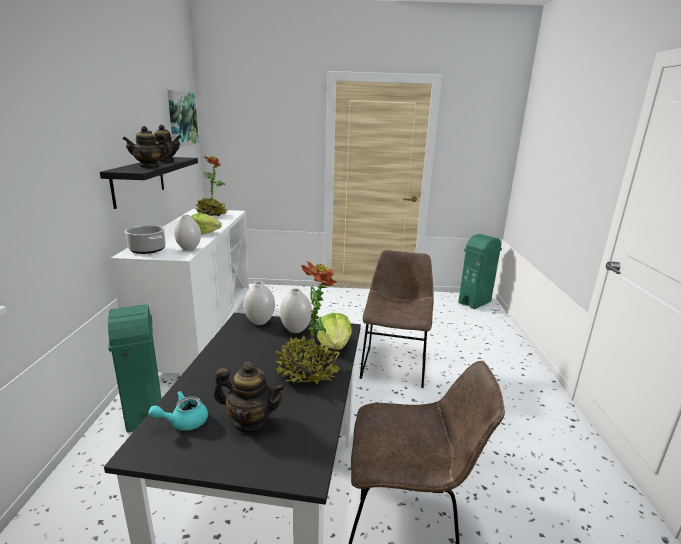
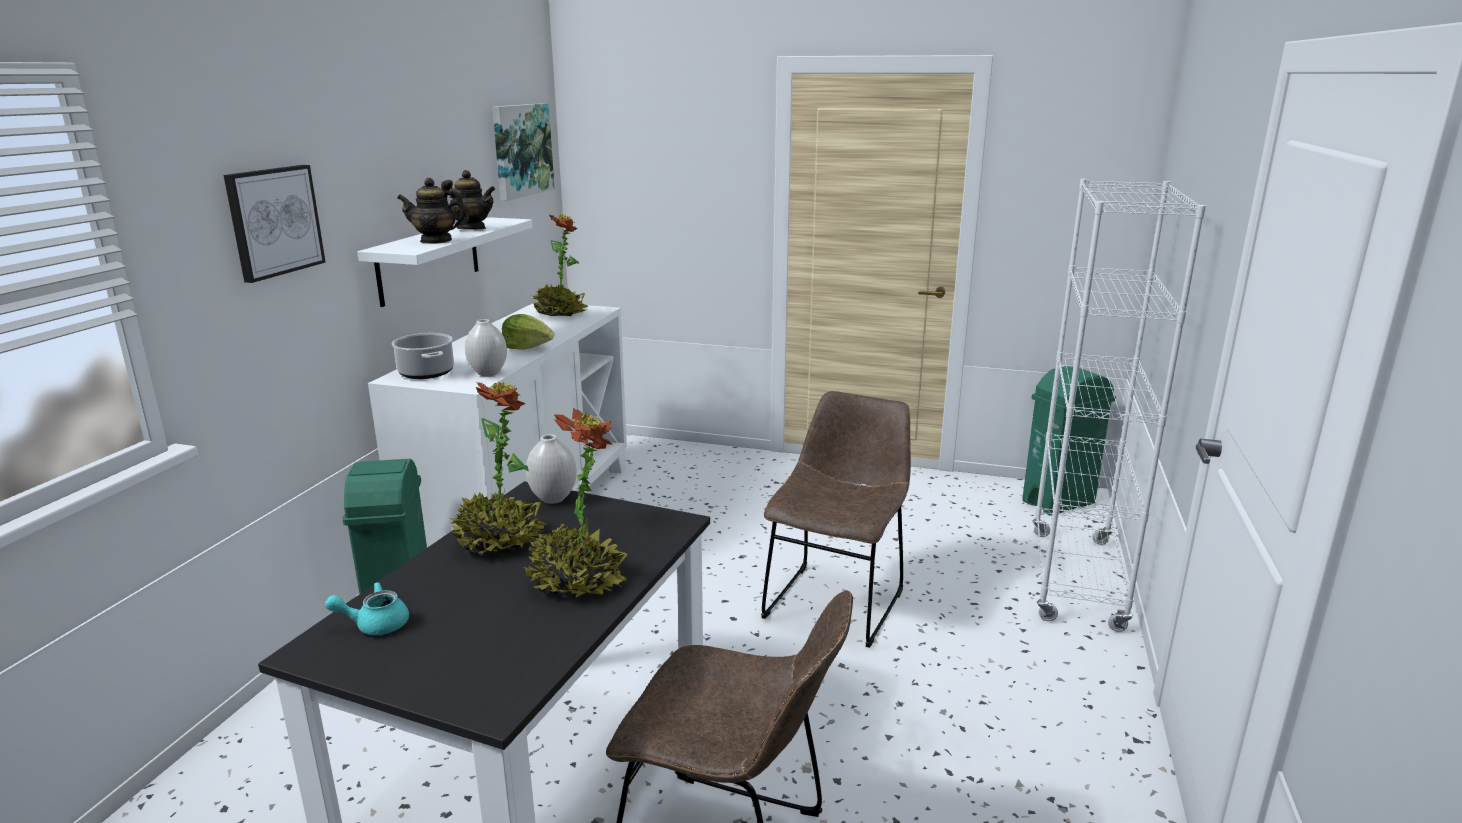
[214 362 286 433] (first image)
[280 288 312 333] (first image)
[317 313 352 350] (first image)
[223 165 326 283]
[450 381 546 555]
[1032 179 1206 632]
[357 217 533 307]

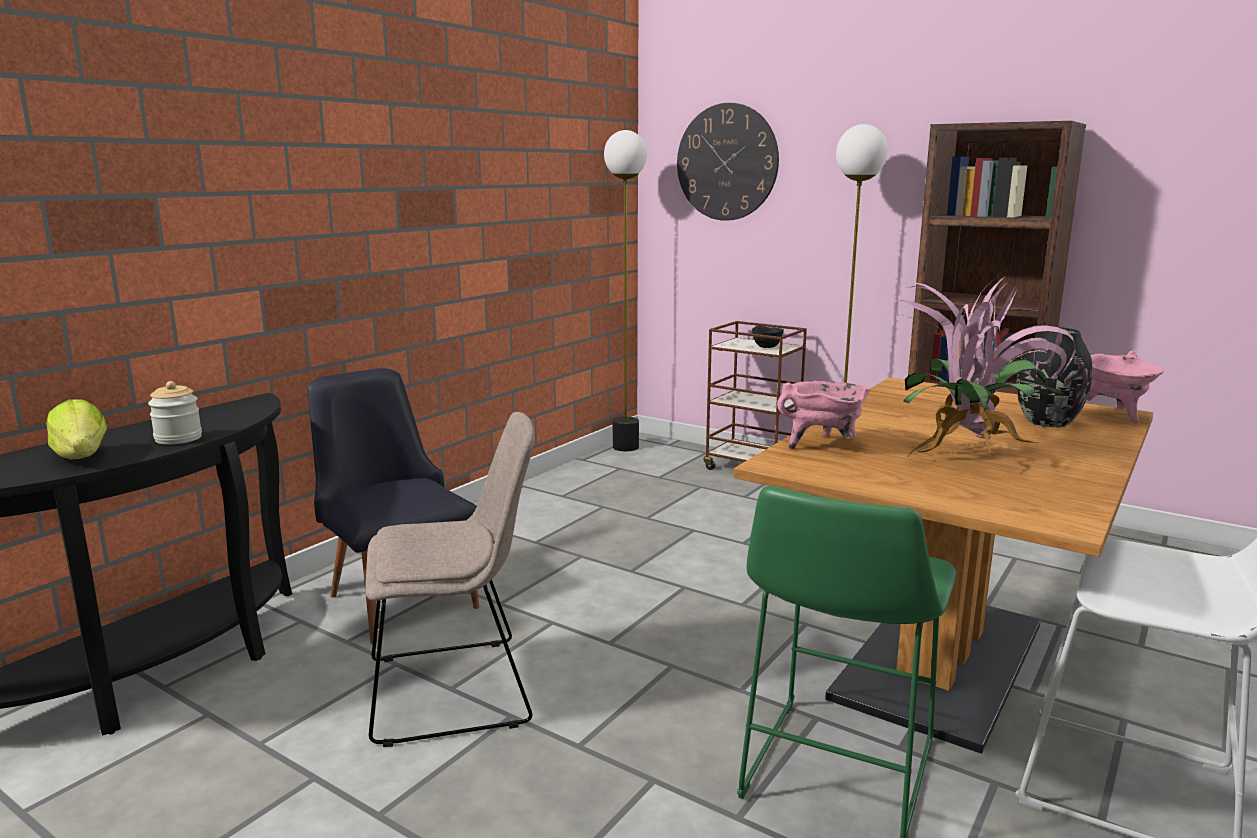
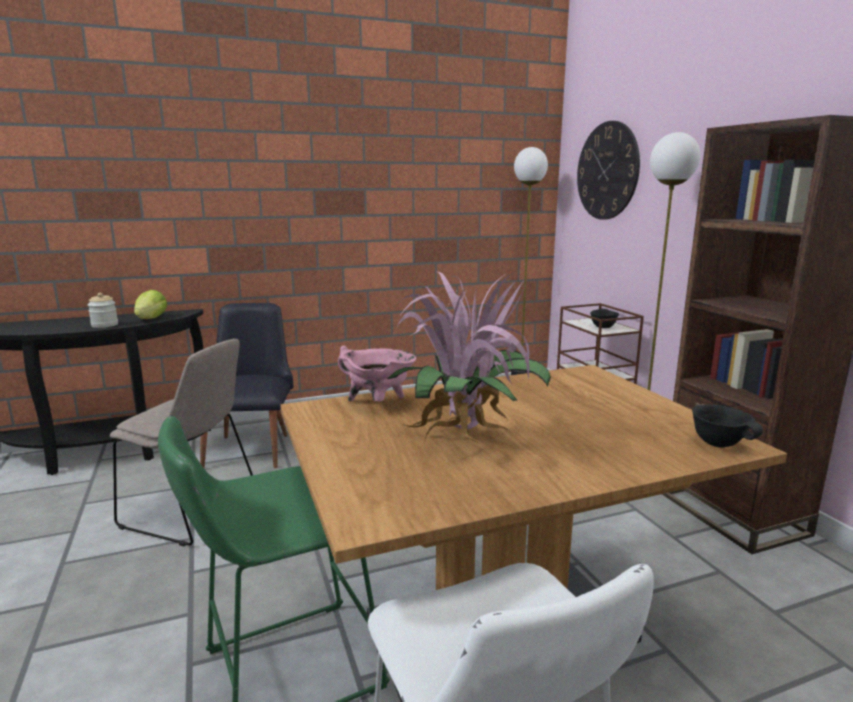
[1017 327 1092 427] (first image)
[134 290 168 319]
[692 404 763 448]

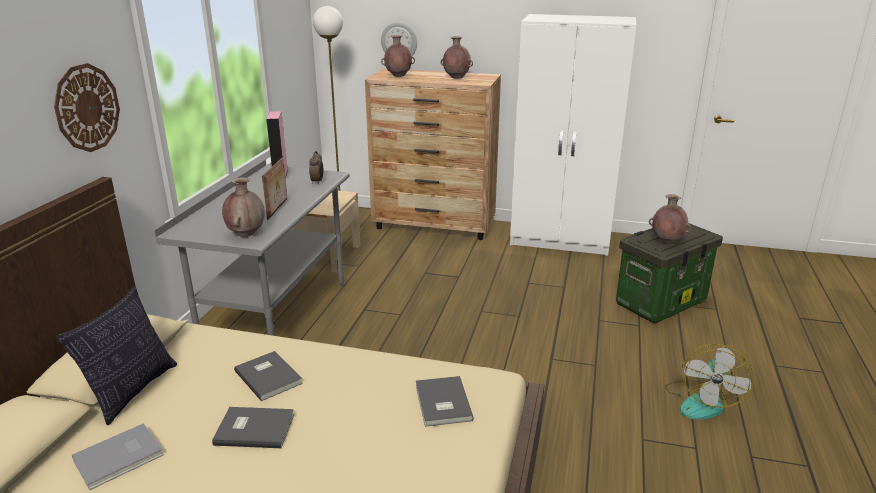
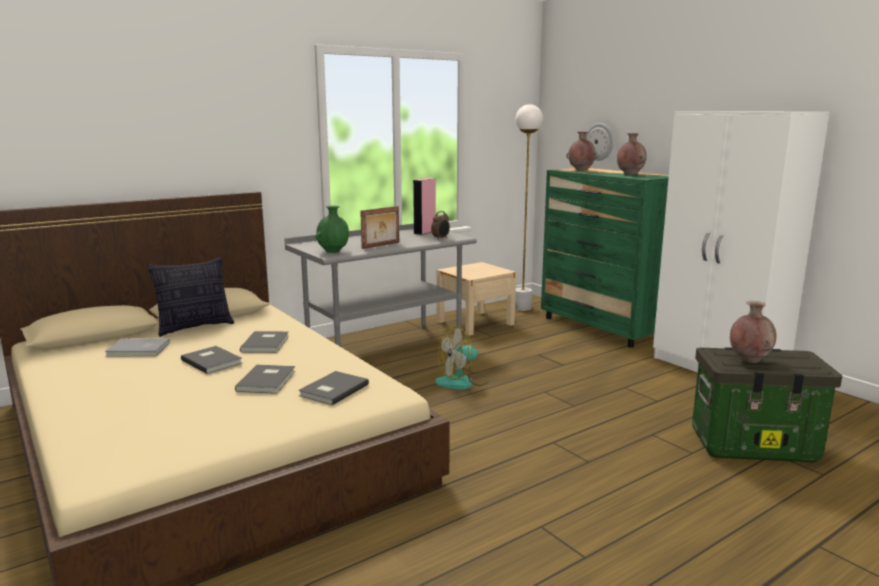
[54 63 120 152] (first image)
[235 365 295 394]
[435 326 489 390]
[316 206 349 253]
[541 168 669 348]

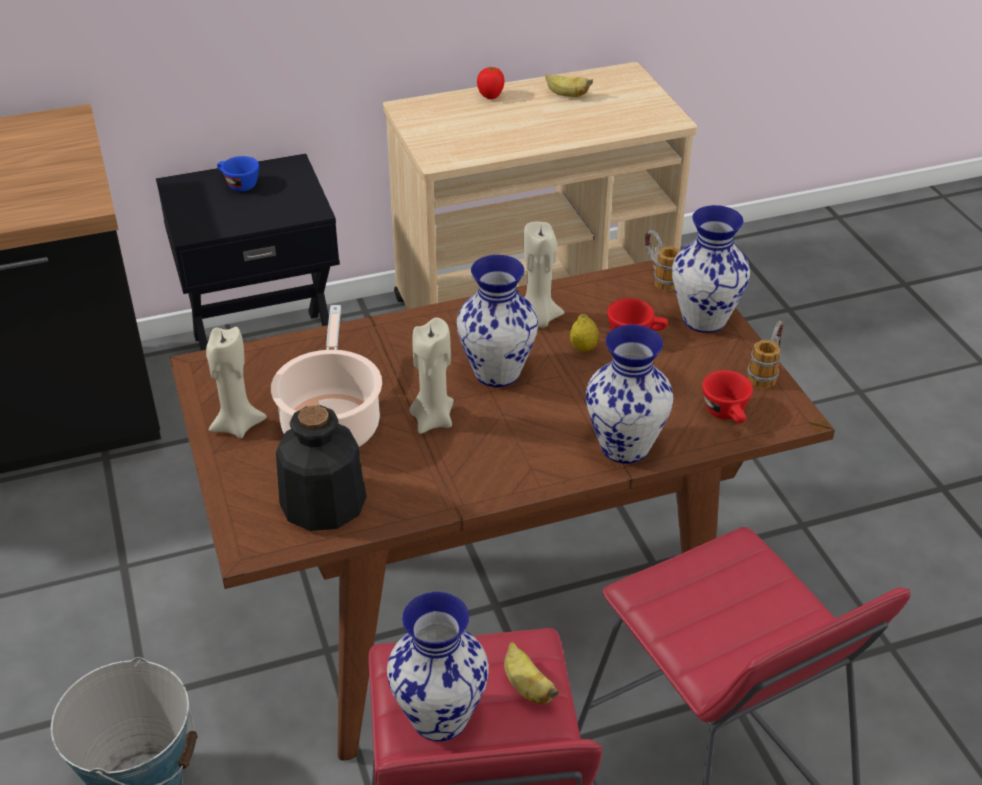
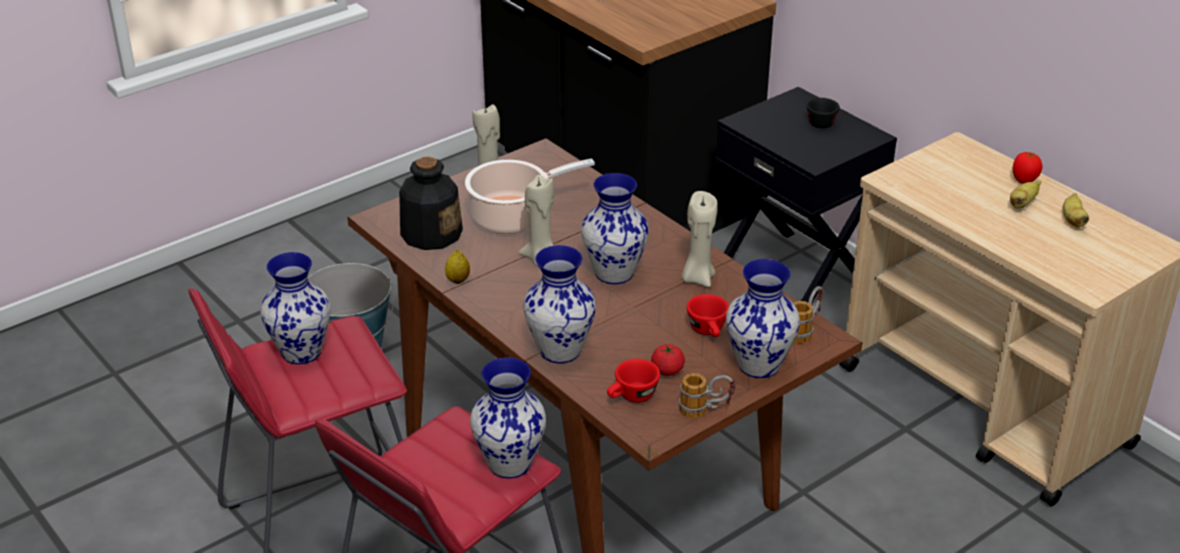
[470 358 546 478]
[651 344 685 376]
[1010 181 1041 209]
[445 250 470 284]
[806 98 840 128]

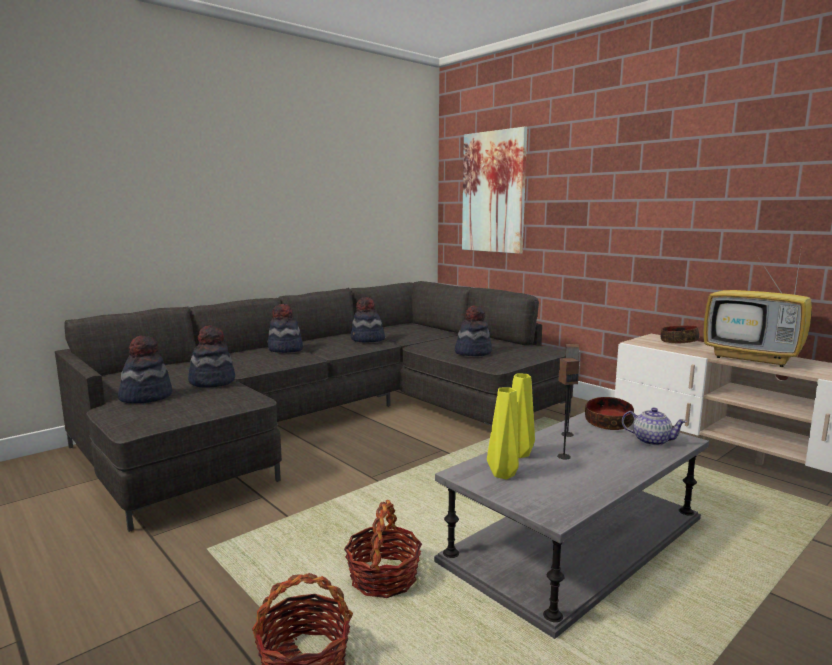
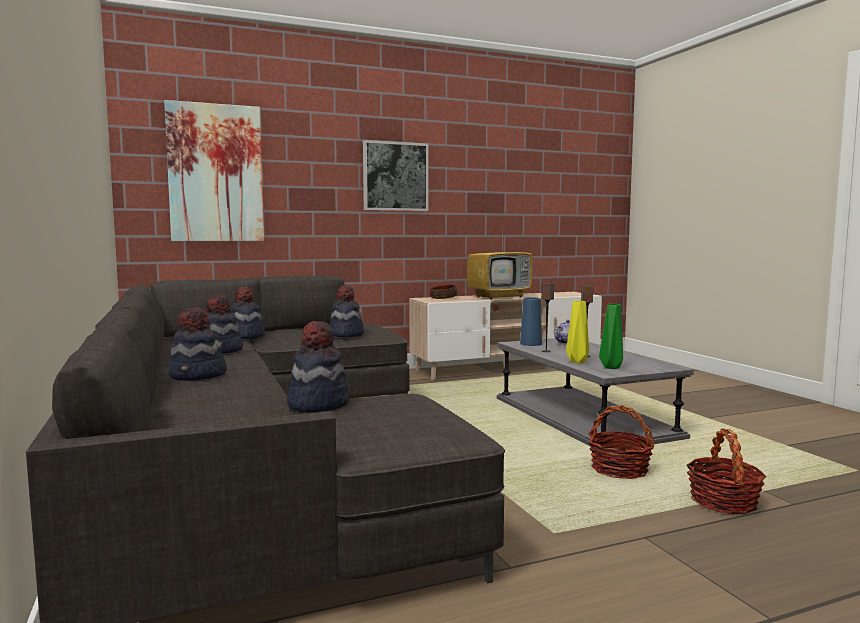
[363 140 429 211]
[231 287 265 339]
[520 297 542 346]
[599 304 623 369]

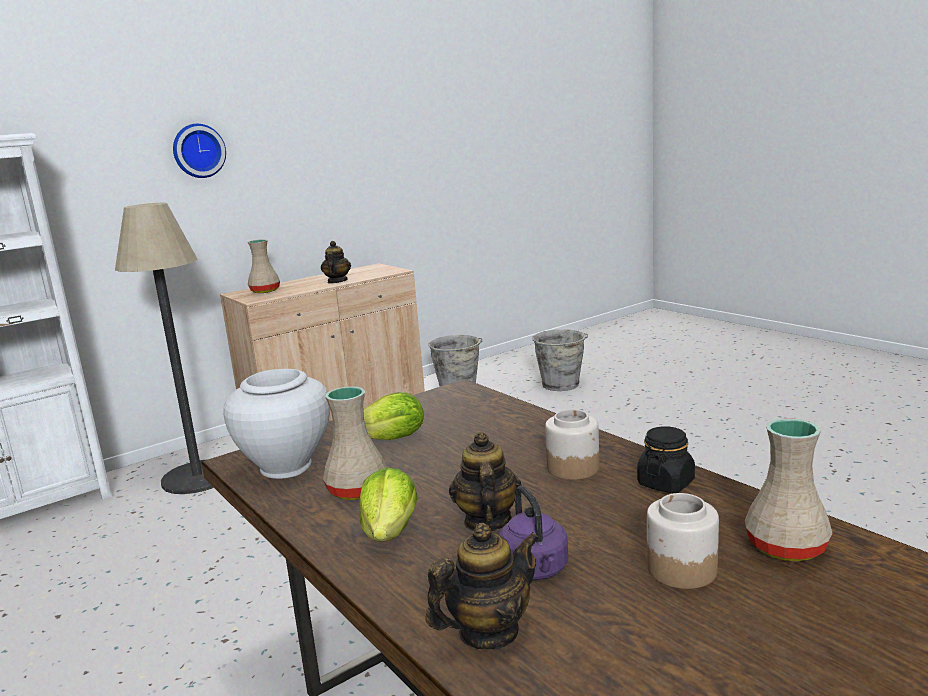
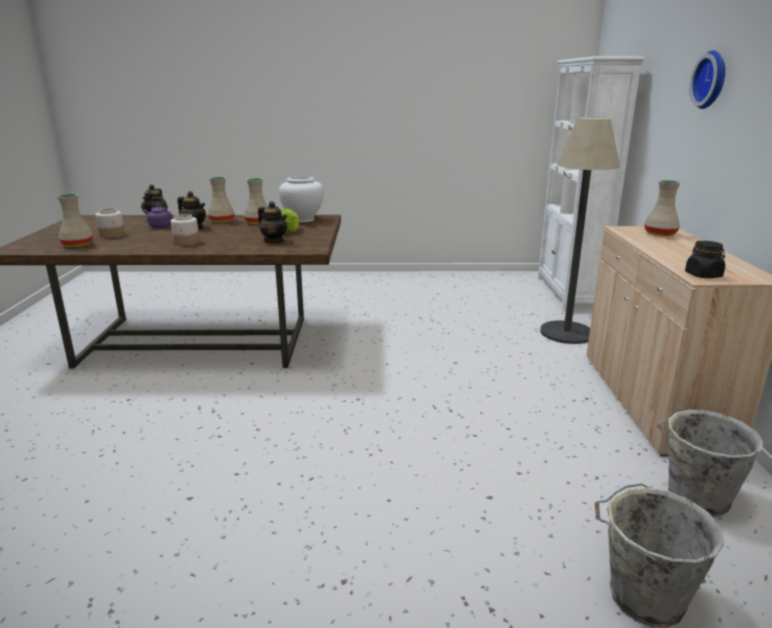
[258 201 287 243]
[685 241 725 278]
[208 177 235 223]

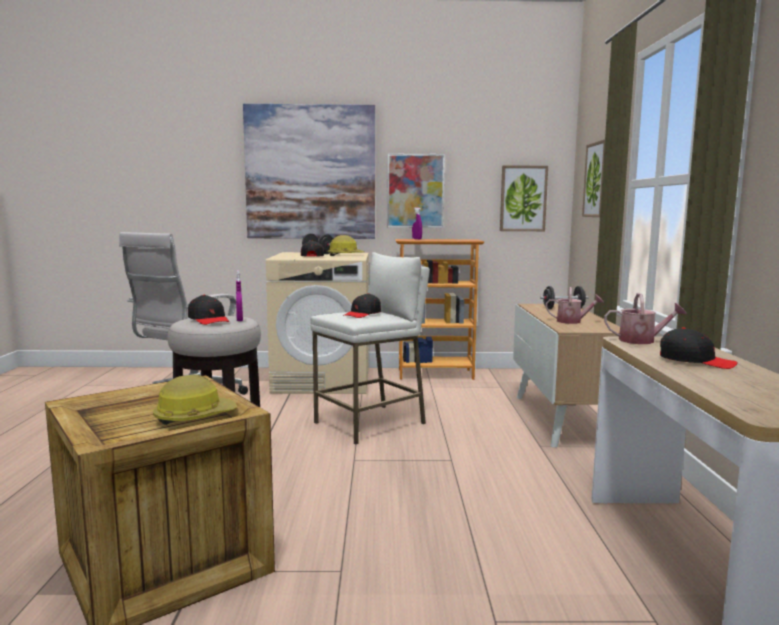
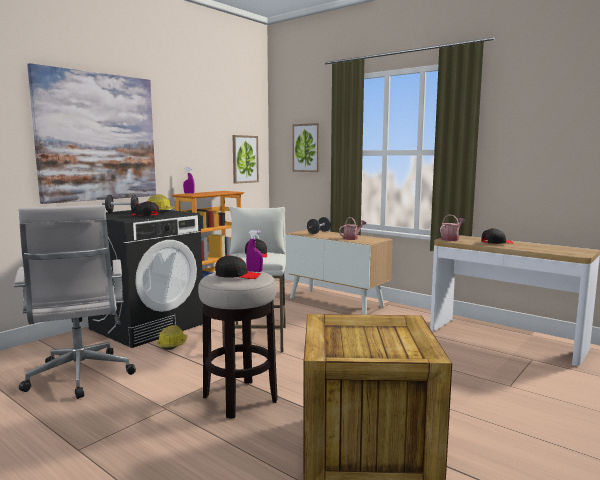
[387 154 445 228] (first image)
[157 325 188 350]
[88 210 203 348]

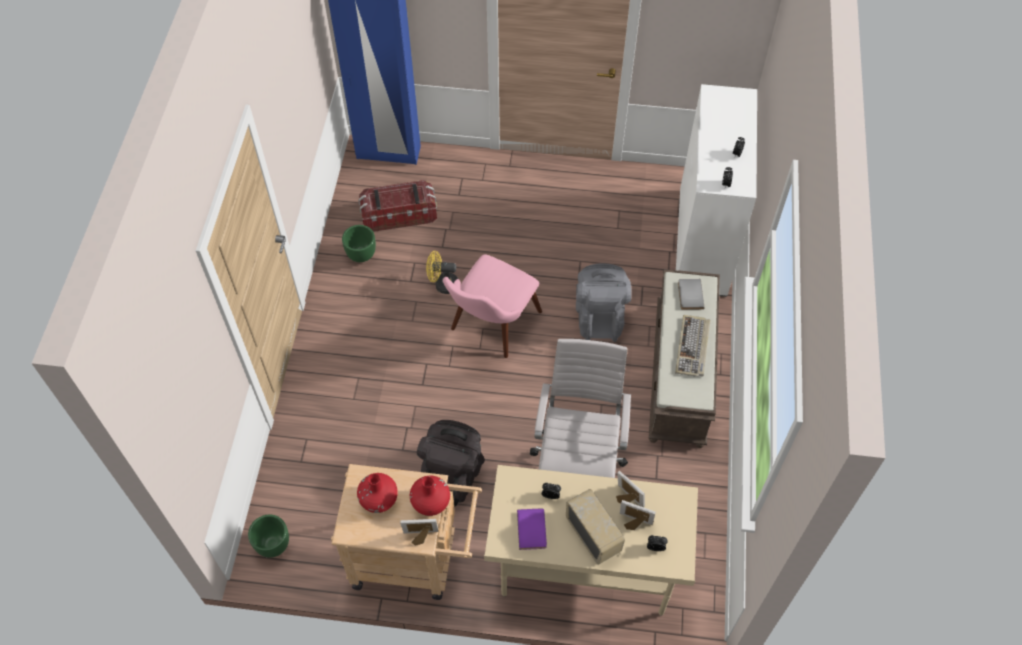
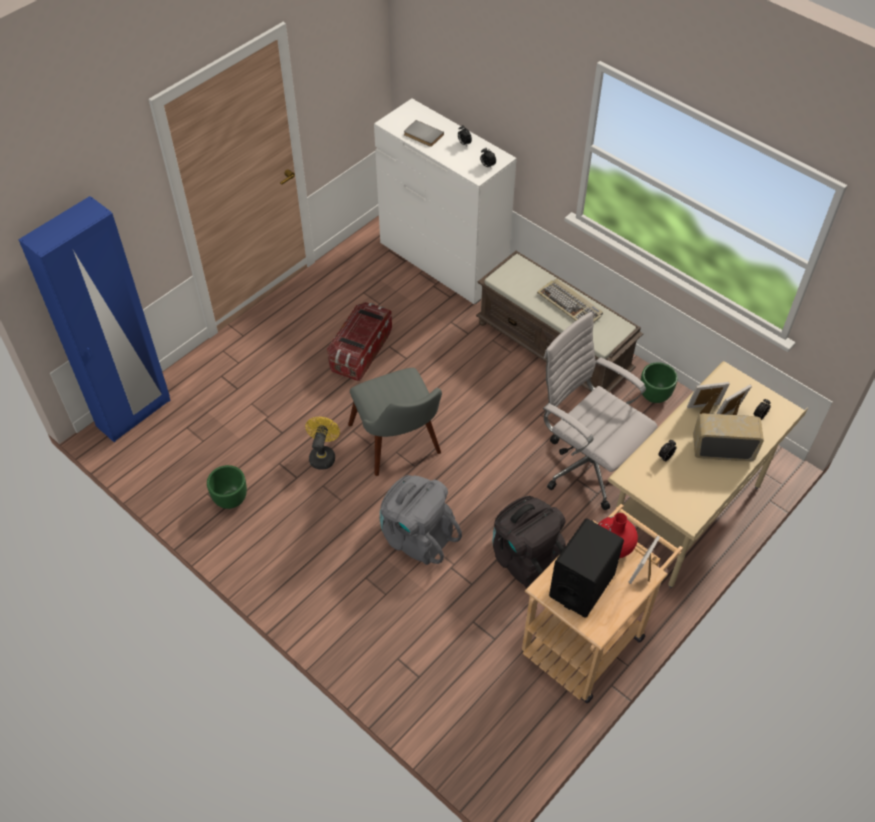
[517 508 547 550] (first image)
[641 362 678 403]
[327 302 392 381]
[380 475 462 565]
[404 120 444 147]
[549 518 624 618]
[348 368 442 476]
[306 417 340 470]

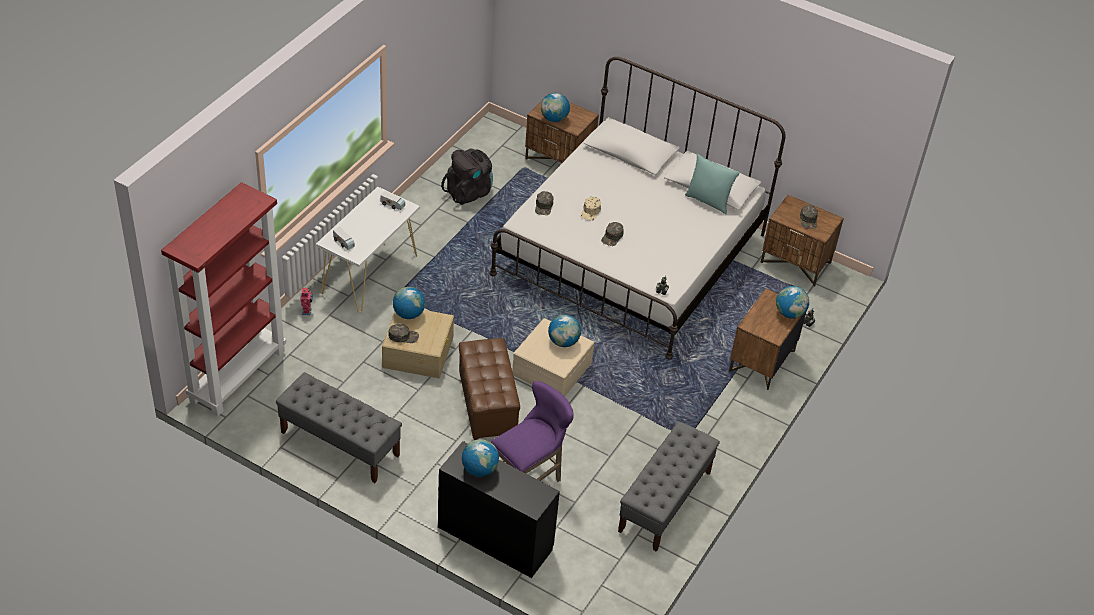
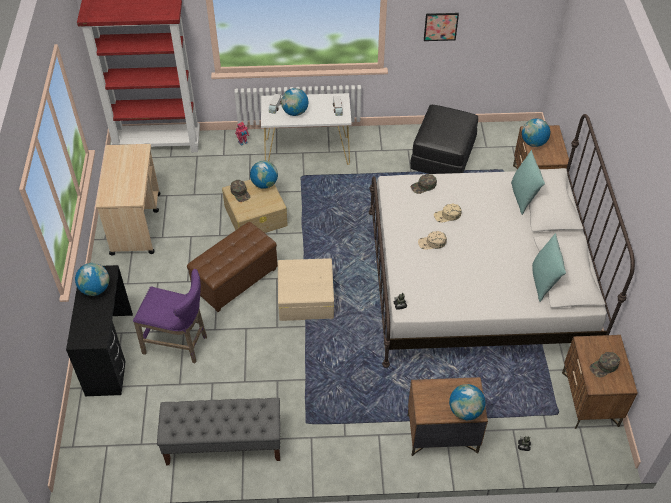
[424 13 459 41]
[511 150 545 215]
[281 88 309 116]
[96 144 160 255]
[410 105 478 174]
[418 231 447 250]

